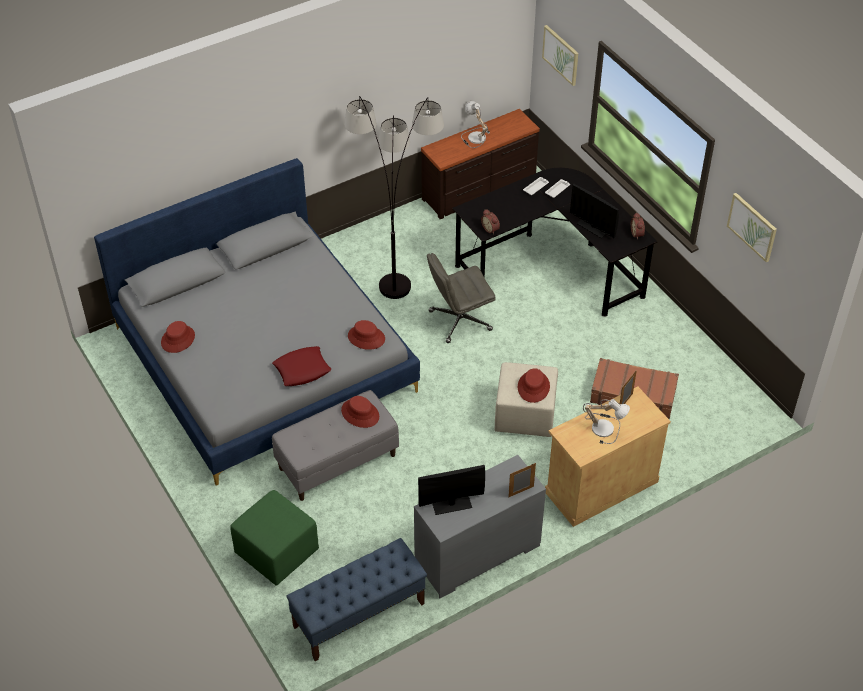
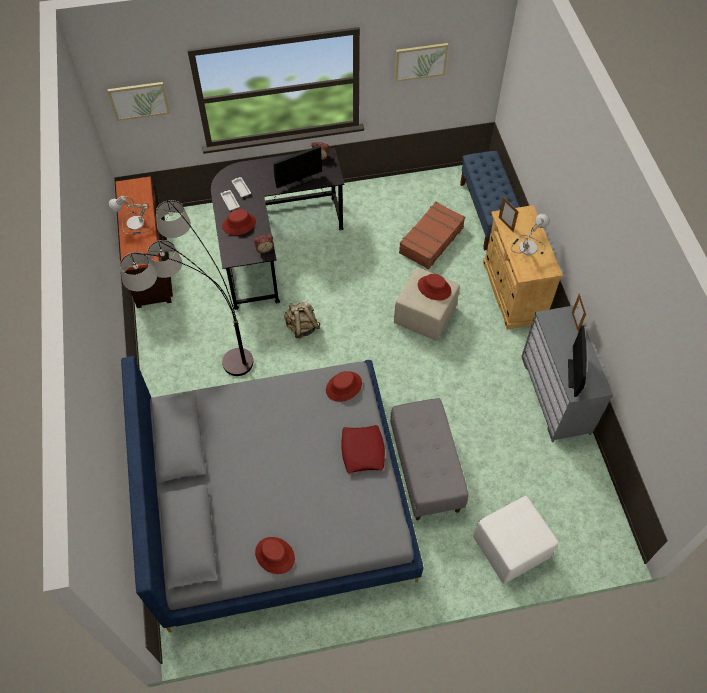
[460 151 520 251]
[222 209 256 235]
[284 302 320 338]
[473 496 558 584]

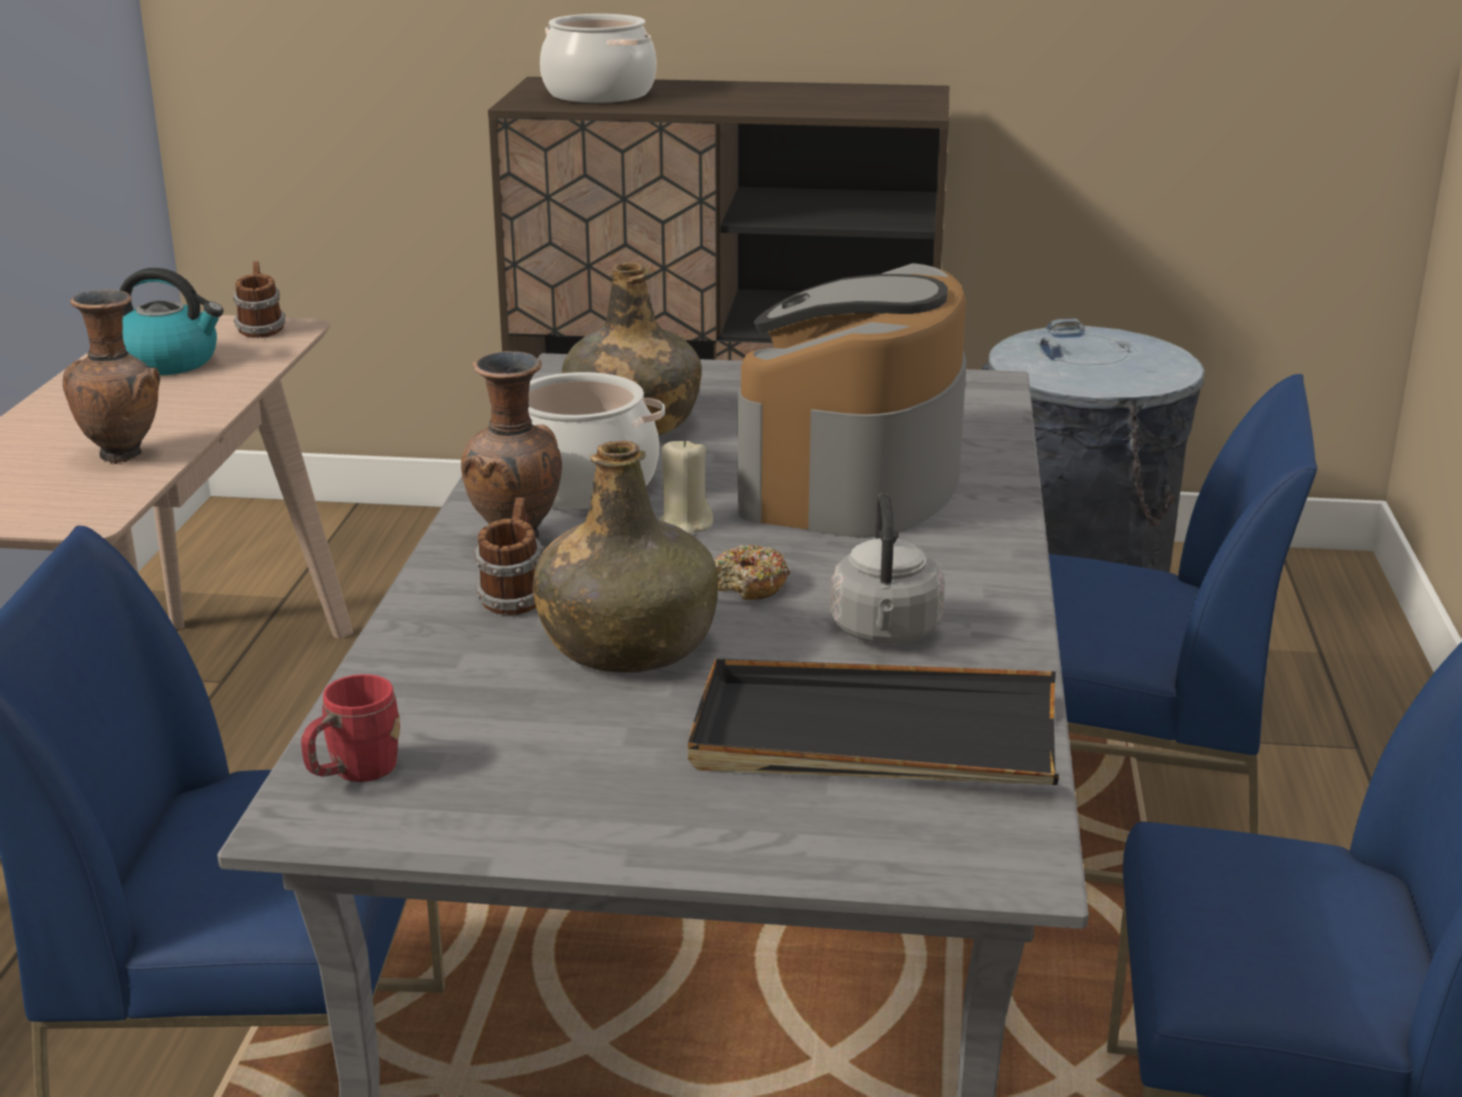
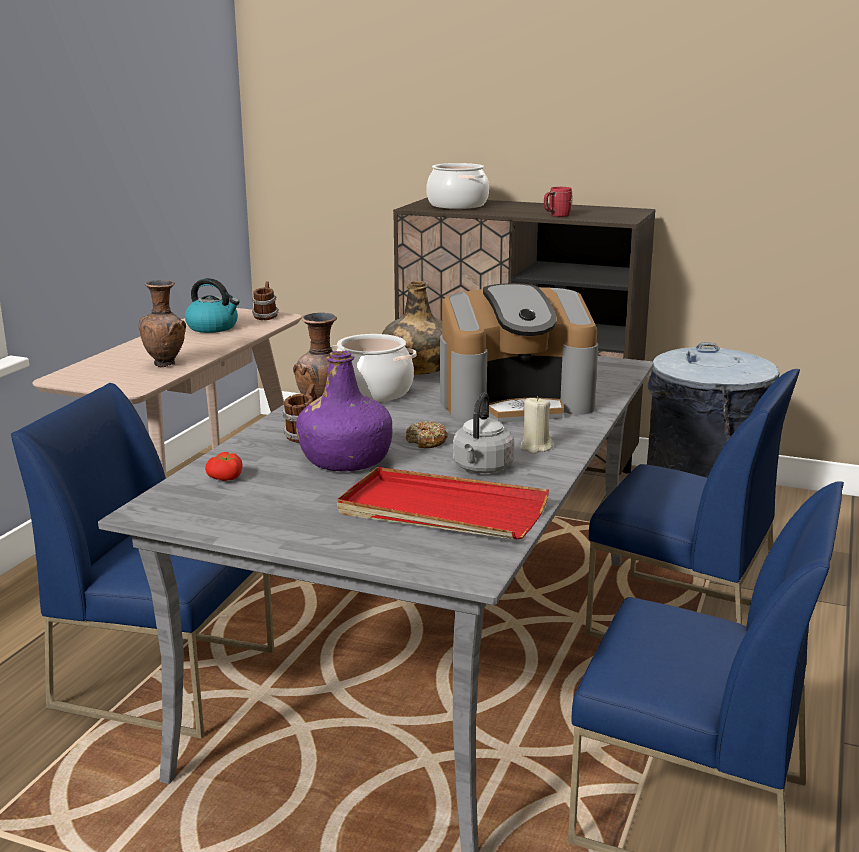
[205 452 242 481]
[544 187 573 217]
[520 396 553 454]
[296 351 392 472]
[337 467 549 539]
[440 283 598 423]

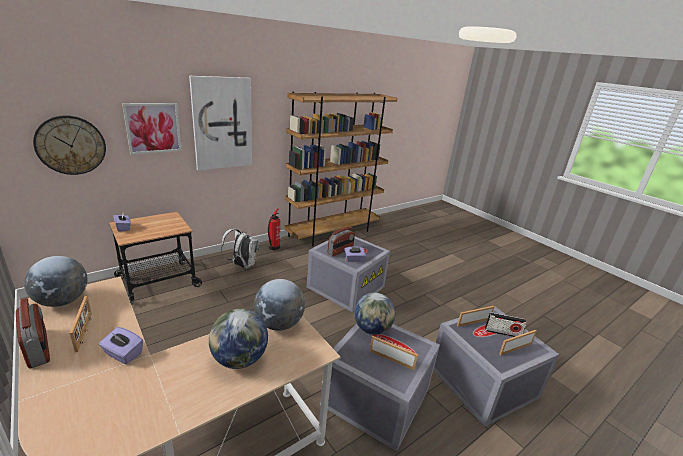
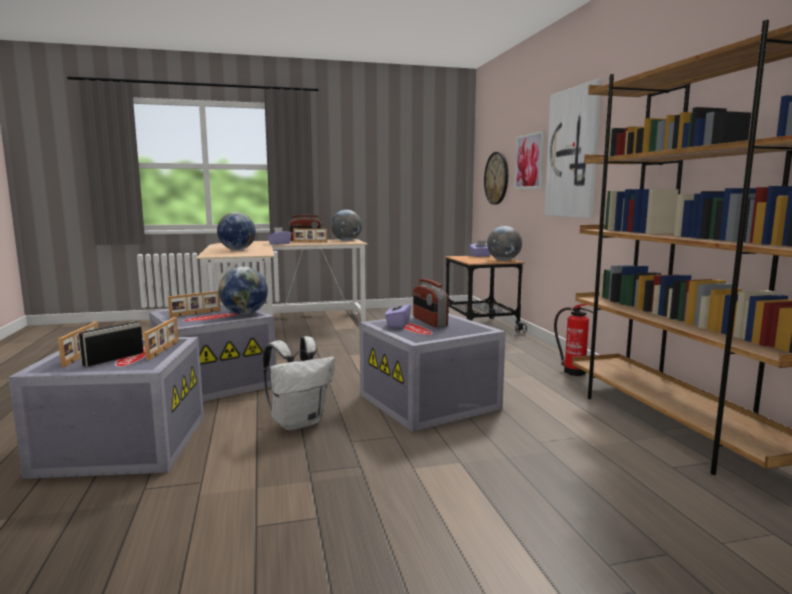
[263 336 335 431]
[487 226 522 261]

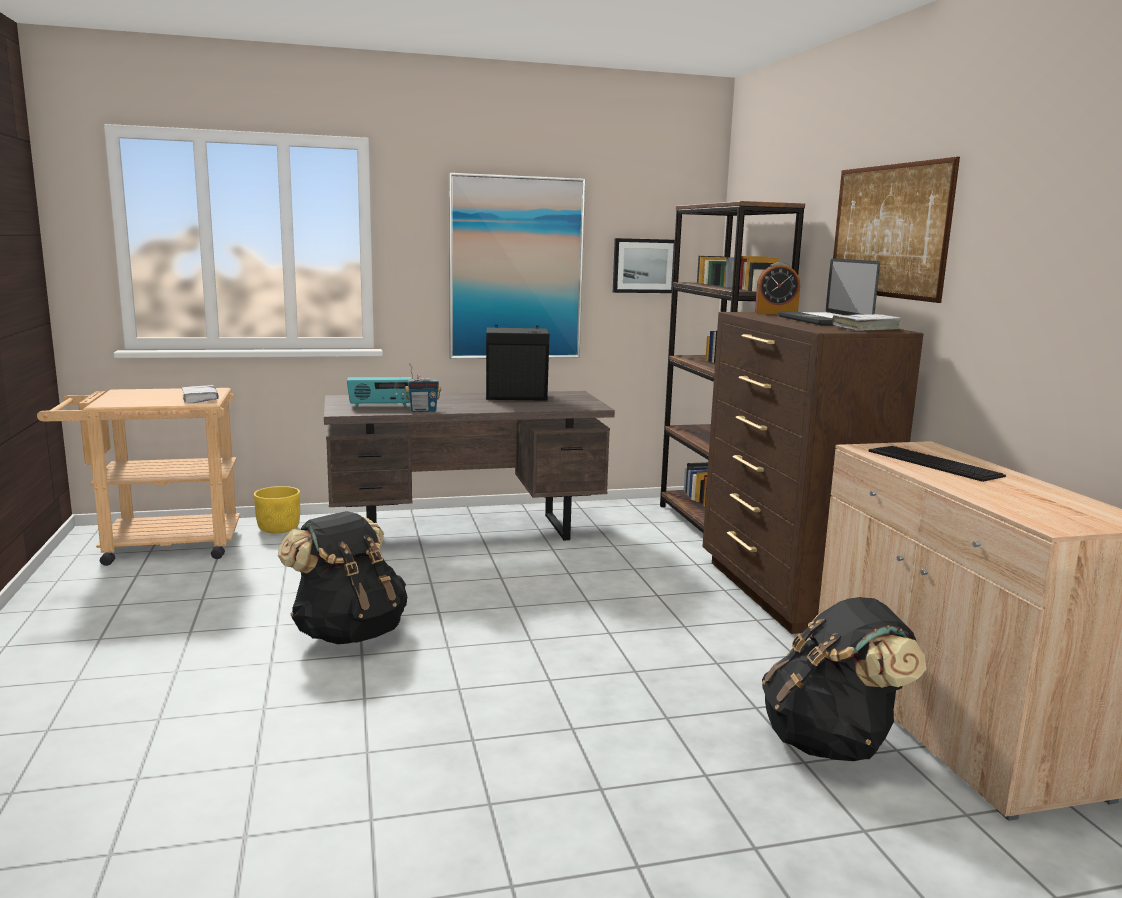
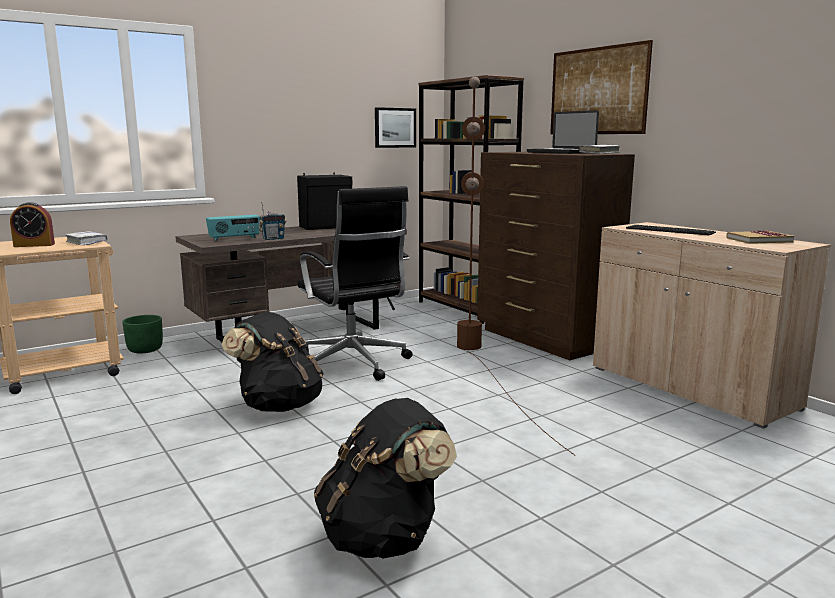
[449 173 585 359] (first image)
[297 186 413 381]
[457 77 575 455]
[726 230 794 244]
[10 202 55 247]
[314 398 457 559]
[122 315 163 353]

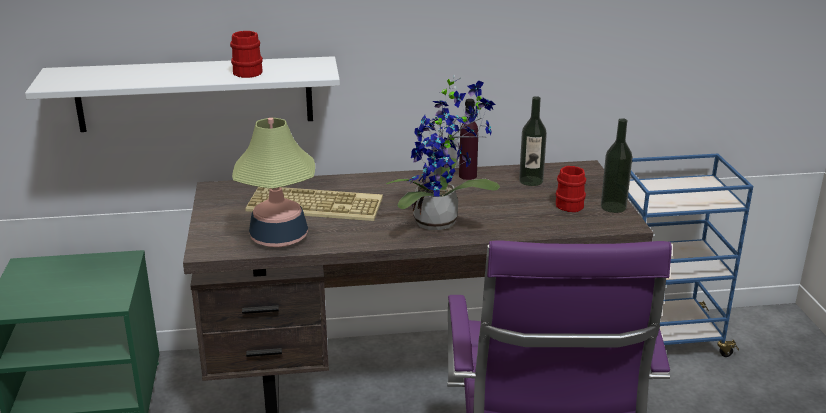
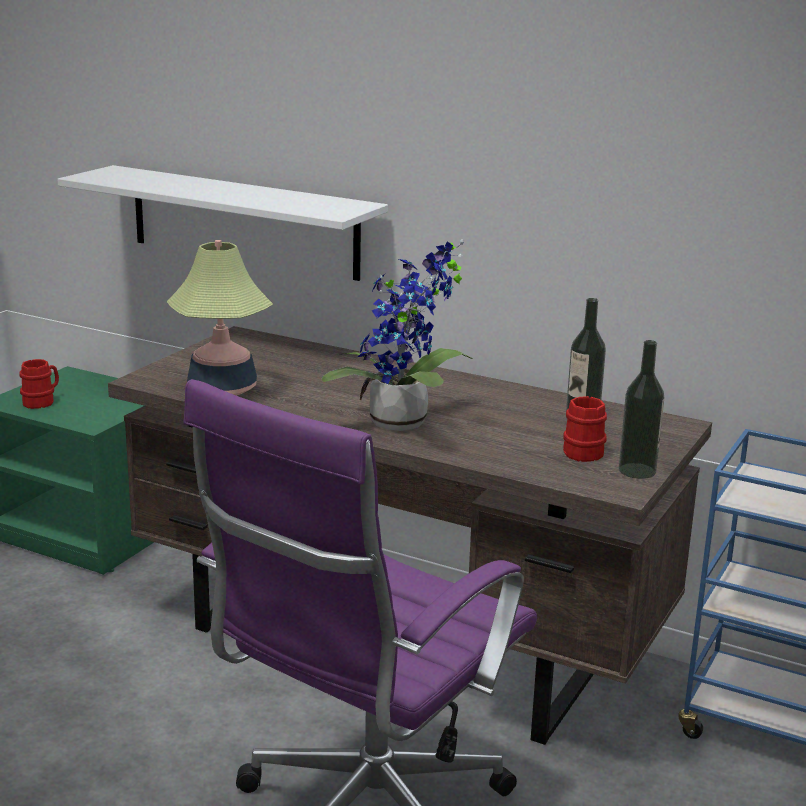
[245 187 383 221] (first image)
[459 99 478 180] (first image)
[20 359 59 409]

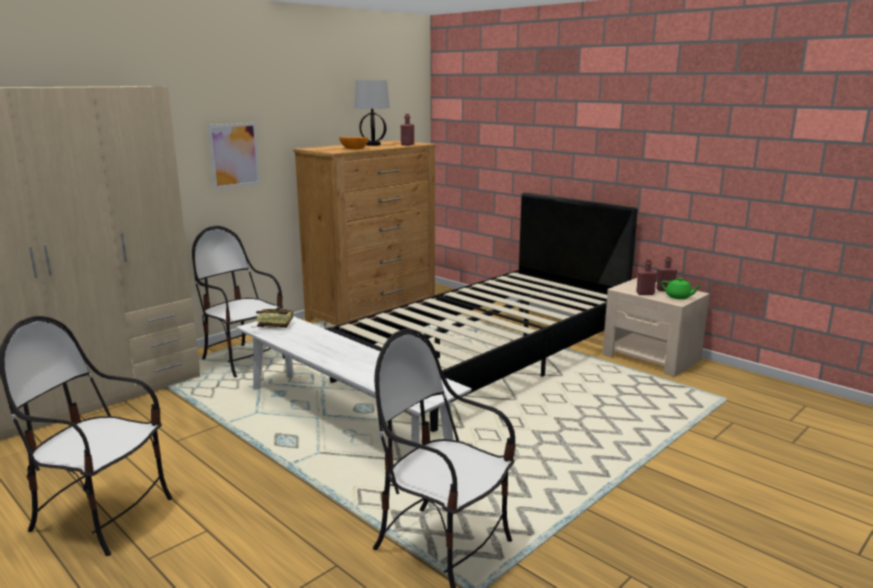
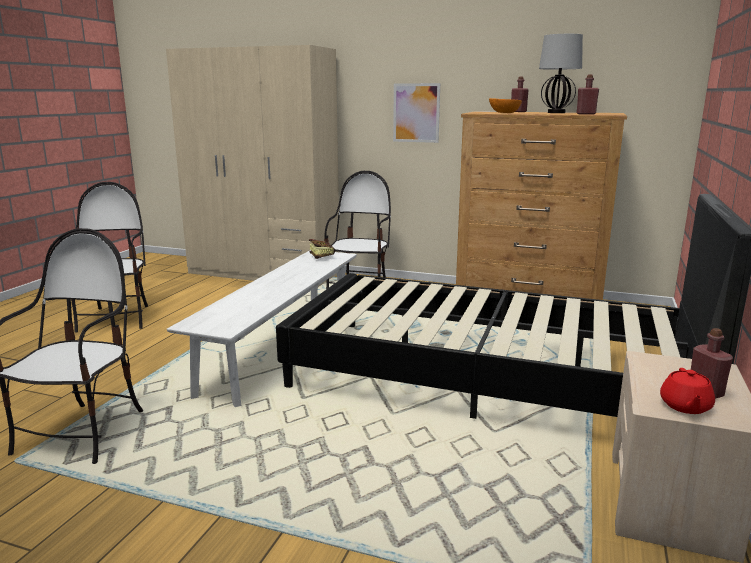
[511 76 529 112]
[660 368 715 414]

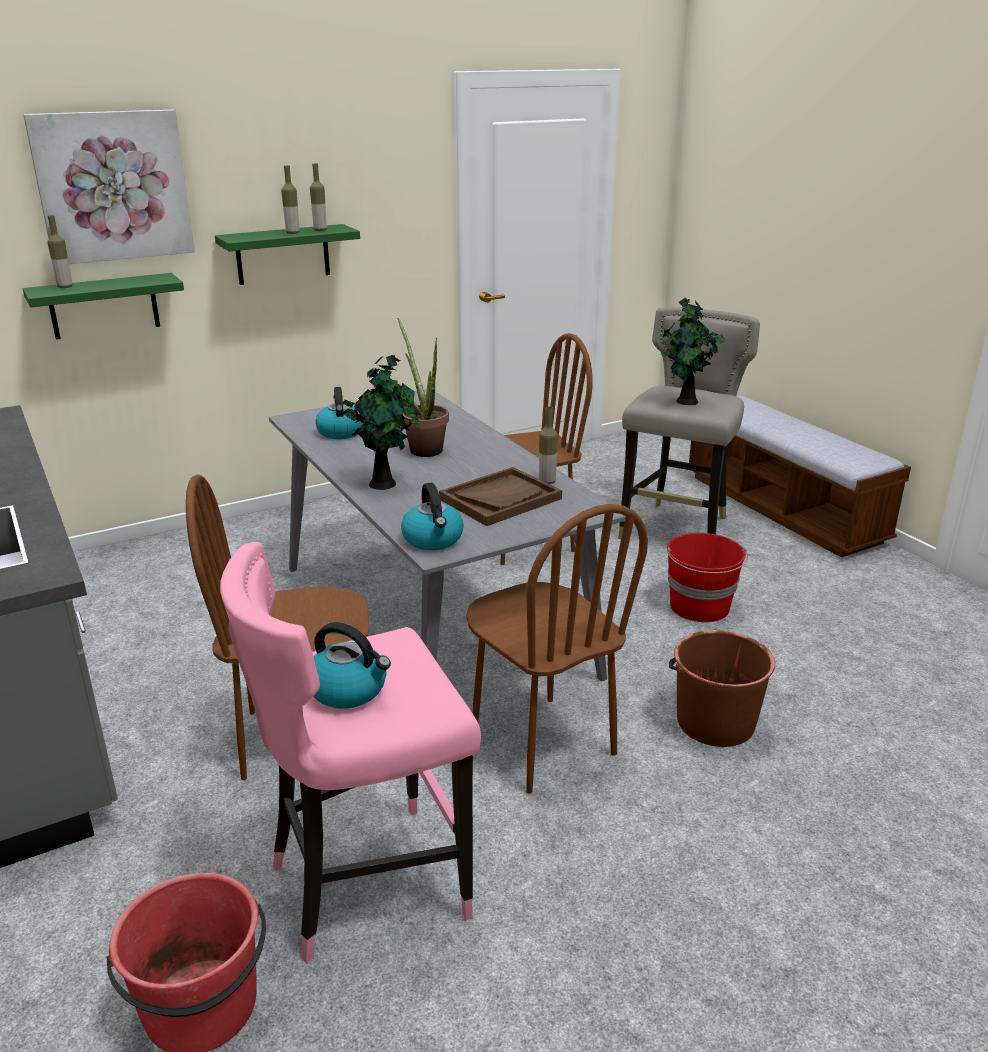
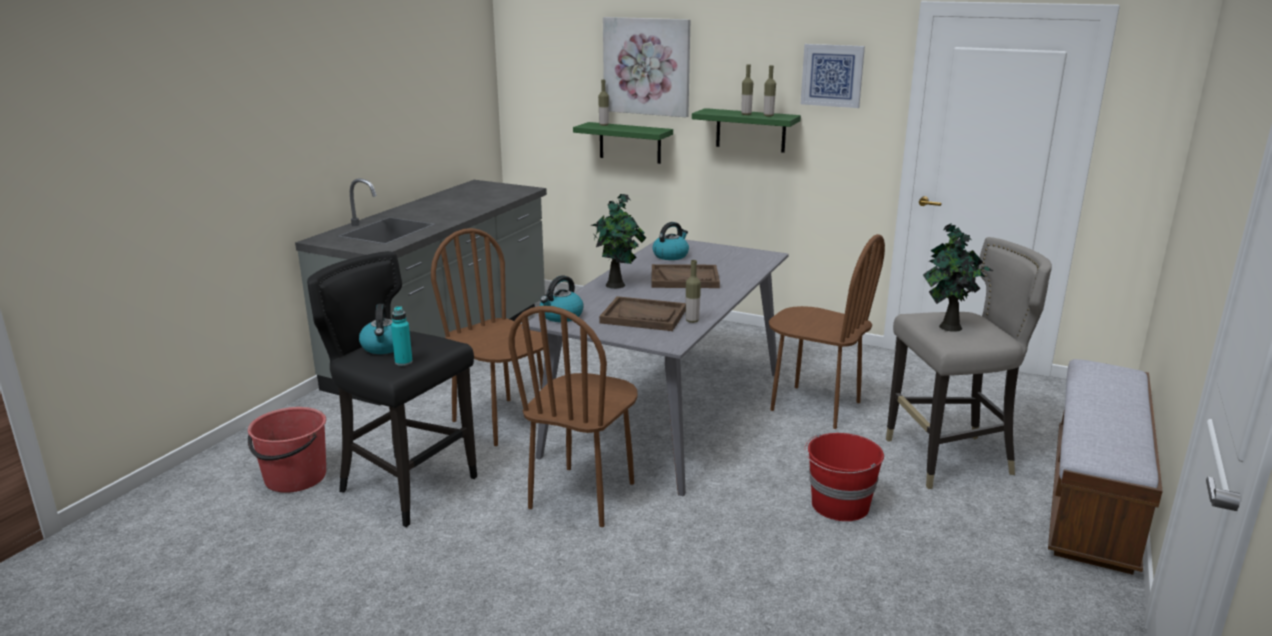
[669 630 775 747] (first image)
[391 306 413 366]
[801 44 865 108]
[652 264 720 288]
[307 251 477 527]

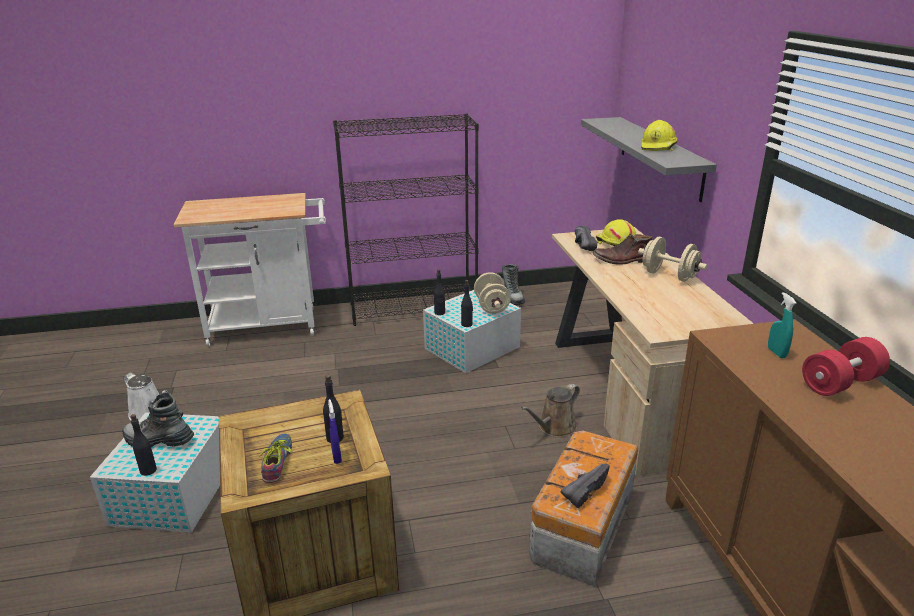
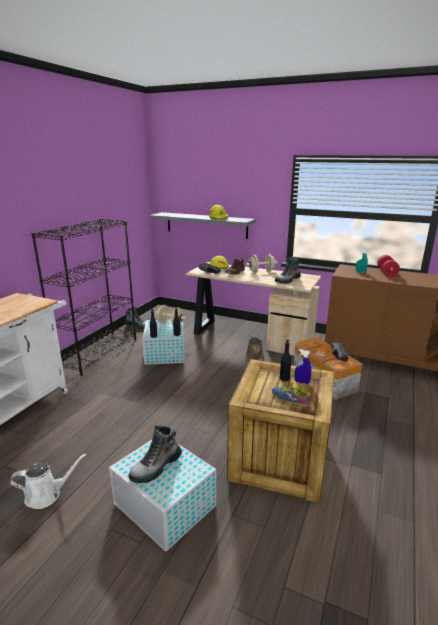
[131 414 157 476] (first image)
[275 257 301 284]

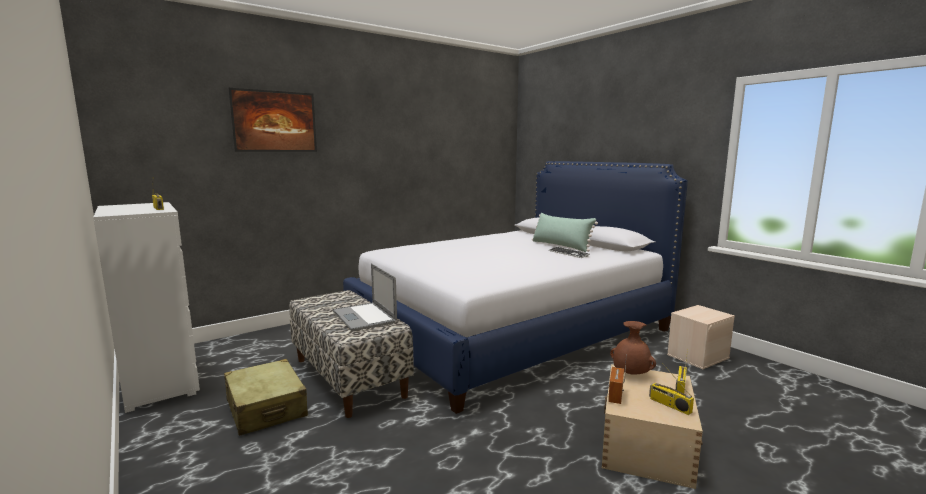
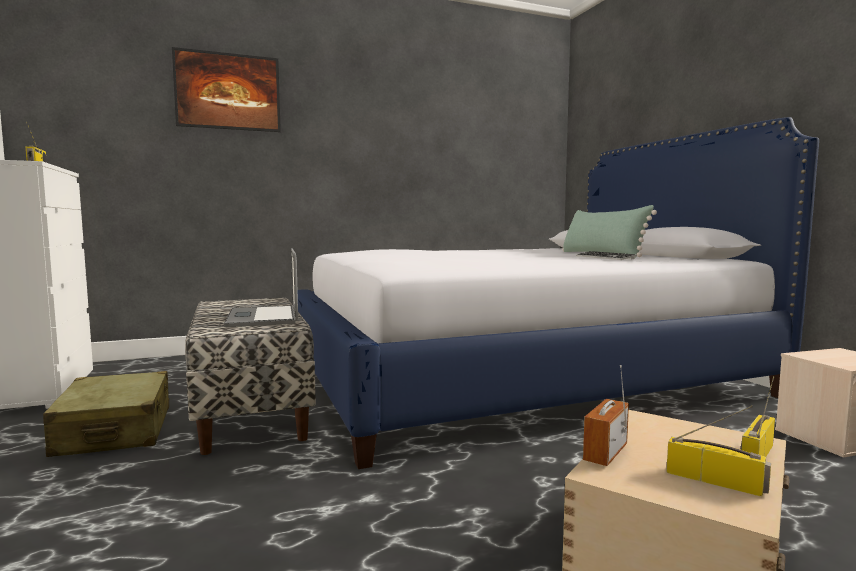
[610 321 656 374] (first image)
[666 406 771 497]

